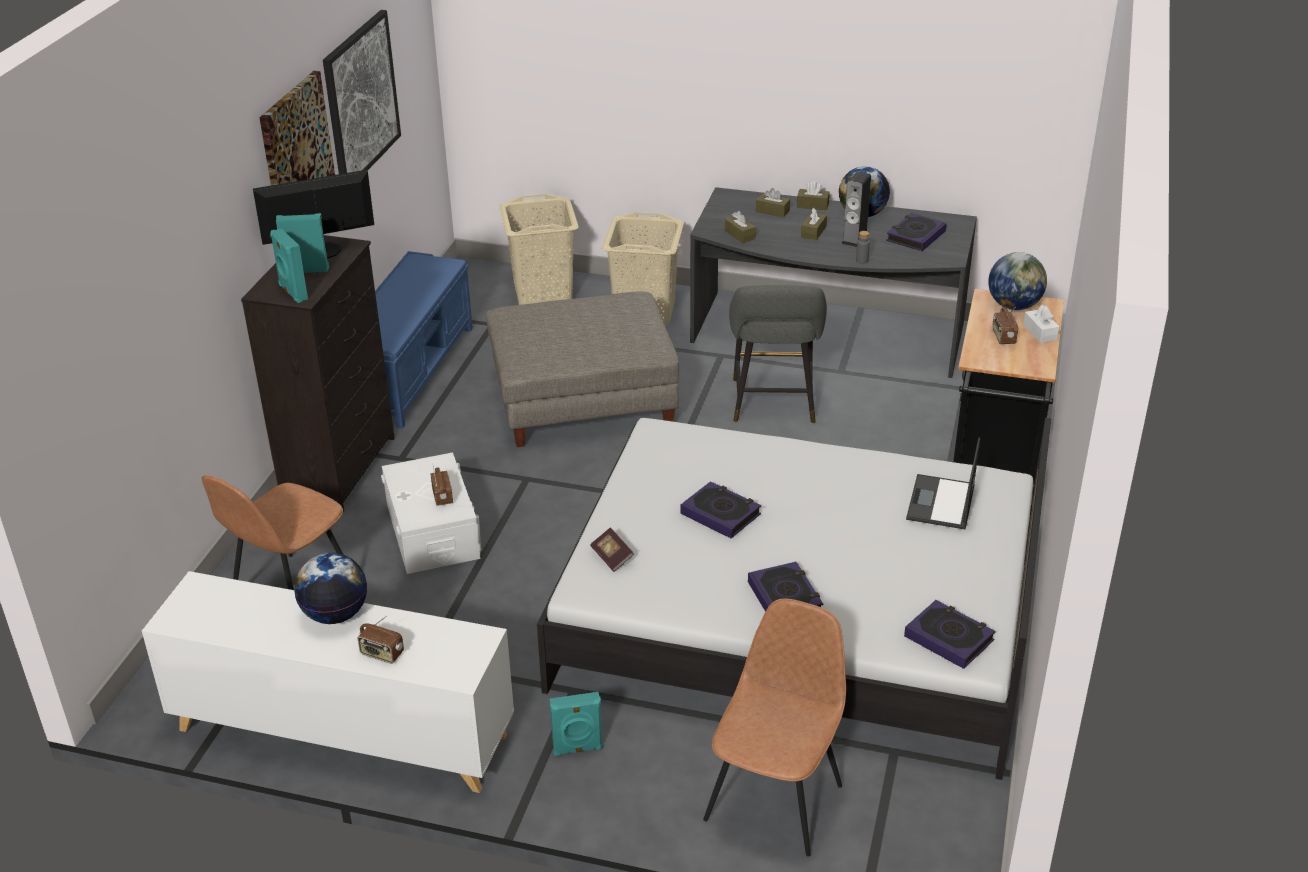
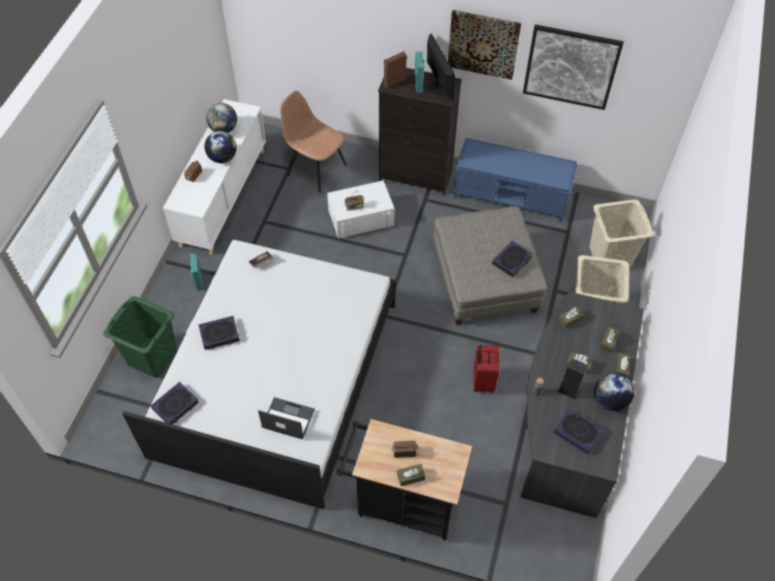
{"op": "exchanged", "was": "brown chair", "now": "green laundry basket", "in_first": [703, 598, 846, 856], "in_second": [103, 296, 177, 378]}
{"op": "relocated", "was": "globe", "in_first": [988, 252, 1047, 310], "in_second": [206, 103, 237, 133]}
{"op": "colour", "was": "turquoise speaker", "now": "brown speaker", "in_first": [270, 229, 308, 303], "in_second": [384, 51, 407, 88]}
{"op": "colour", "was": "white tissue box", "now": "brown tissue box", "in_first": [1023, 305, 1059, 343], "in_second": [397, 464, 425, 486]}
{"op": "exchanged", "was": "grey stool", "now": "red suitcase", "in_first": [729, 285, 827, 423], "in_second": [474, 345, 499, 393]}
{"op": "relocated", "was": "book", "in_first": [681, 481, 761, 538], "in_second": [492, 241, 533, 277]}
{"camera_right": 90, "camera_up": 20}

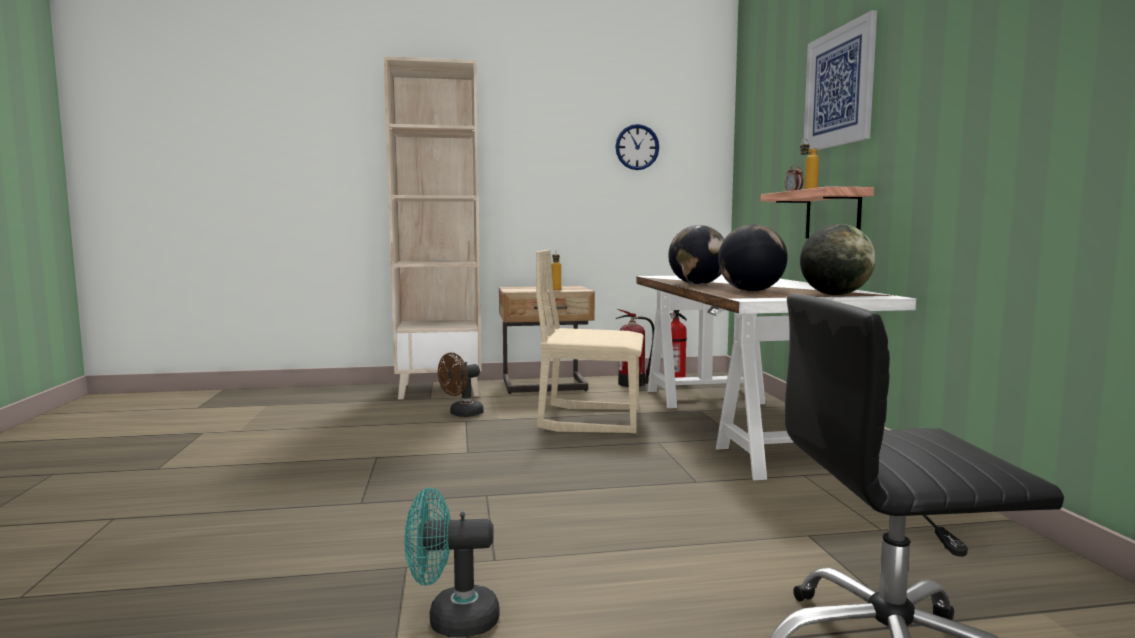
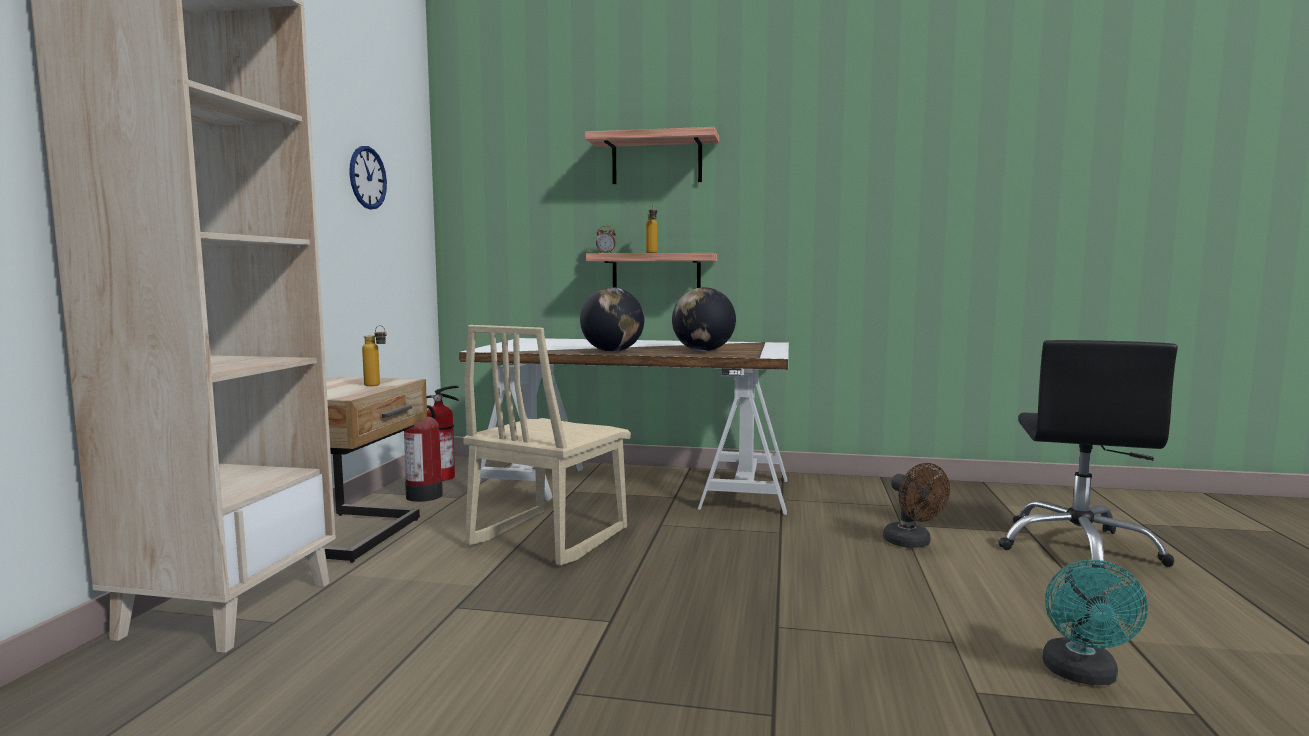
{"op": "exchanged", "was": "picture", "now": "shelf", "in_first": [803, 10, 877, 152], "in_second": [585, 127, 719, 184]}
{"op": "relocated", "was": "brown fan", "in_first": [438, 353, 484, 417], "in_second": [883, 463, 950, 548]}
{"op": "missing", "was": "globe", "in_first": [800, 224, 875, 295]}
{"camera_right": -70, "camera_up": 0}

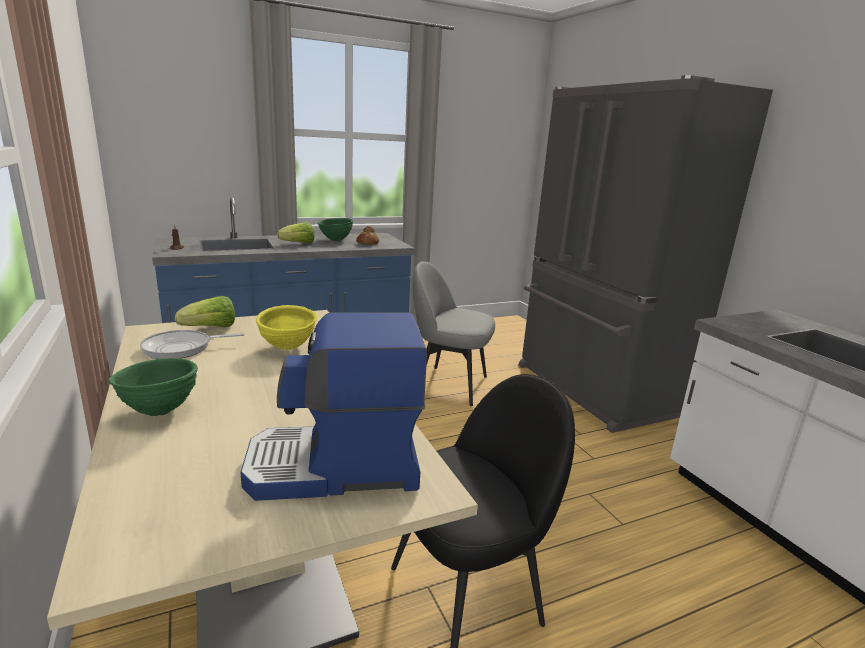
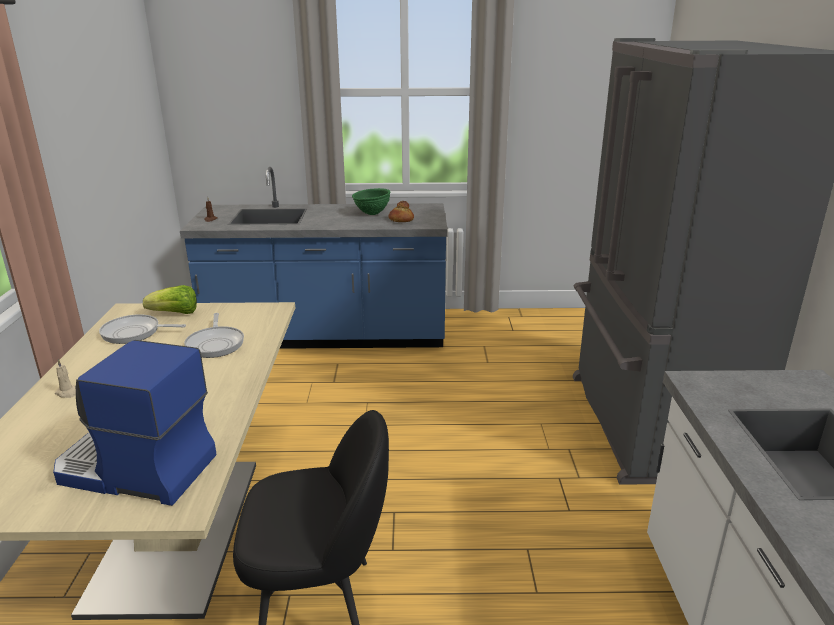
{"op": "exchanged", "was": "green bowl", "now": "beige candle", "in_first": [109, 358, 198, 416], "in_second": [55, 359, 76, 398]}
{"op": "exchanged", "was": "yellow bowl", "now": "frying pan", "in_first": [256, 305, 317, 350], "in_second": [184, 313, 244, 358]}
{"op": "missing", "was": "lettuce", "in_first": [277, 222, 315, 244]}
{"op": "missing", "was": "grey chair", "in_first": [413, 261, 495, 406]}
{"camera_right": 25, "camera_up": 5}

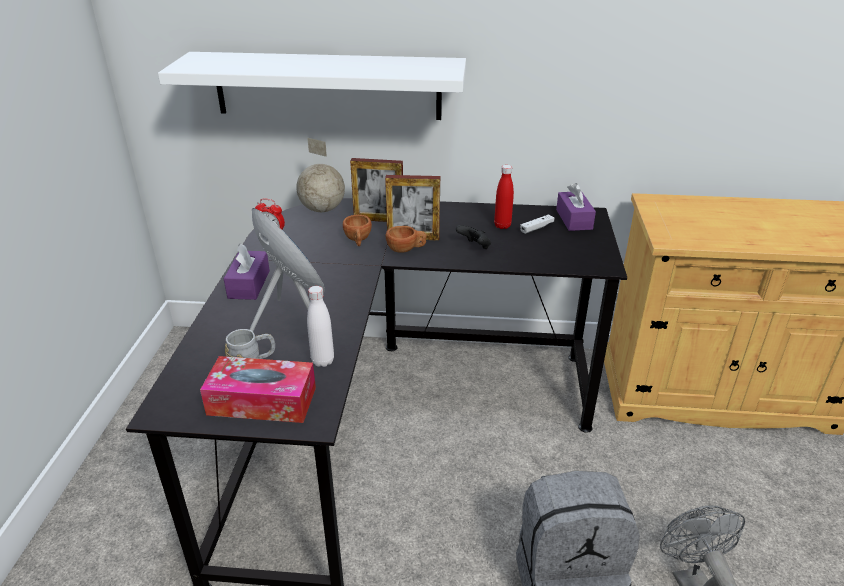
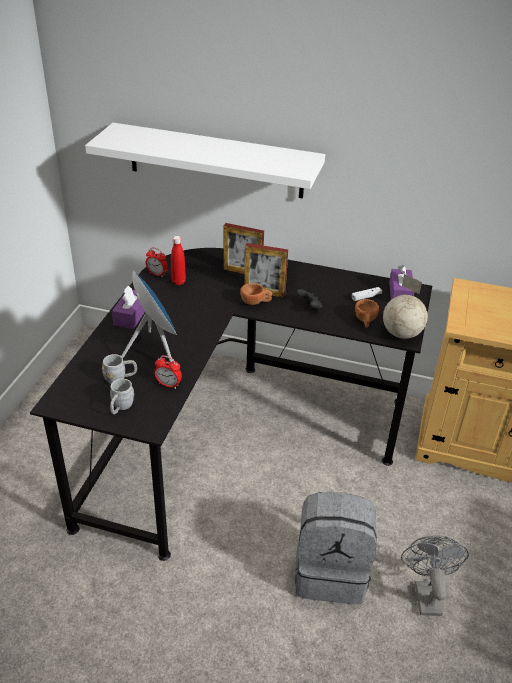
{"op": "exchanged", "was": "tissue box", "now": "grey mug", "in_first": [200, 356, 316, 423], "in_second": [110, 379, 134, 414]}
{"op": "exchanged", "was": "white bottle", "now": "alarm clock", "in_first": [307, 286, 334, 367], "in_second": [154, 355, 182, 389]}
{"op": "relocated", "was": "red bottle", "in_first": [494, 165, 514, 229], "in_second": [171, 236, 186, 286]}
{"op": "relocated", "was": "brown cup", "in_first": [343, 215, 372, 246], "in_second": [355, 299, 379, 328]}
{"op": "relocated", "was": "globe", "in_first": [296, 138, 345, 212], "in_second": [383, 274, 428, 339]}
{"camera_right": 10, "camera_up": 5}

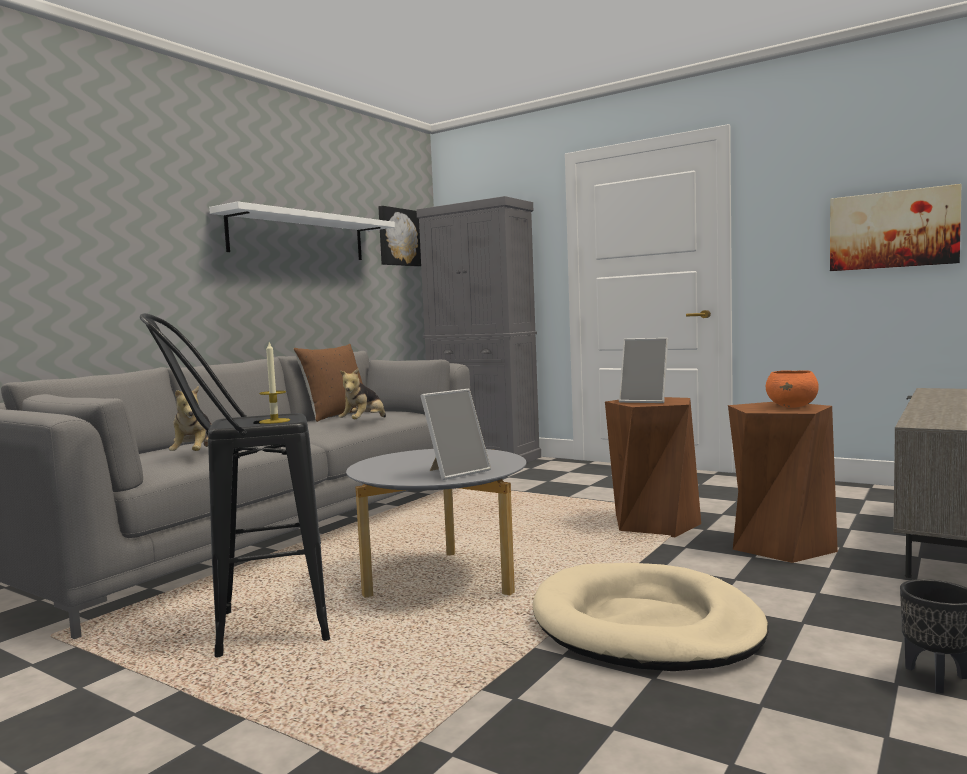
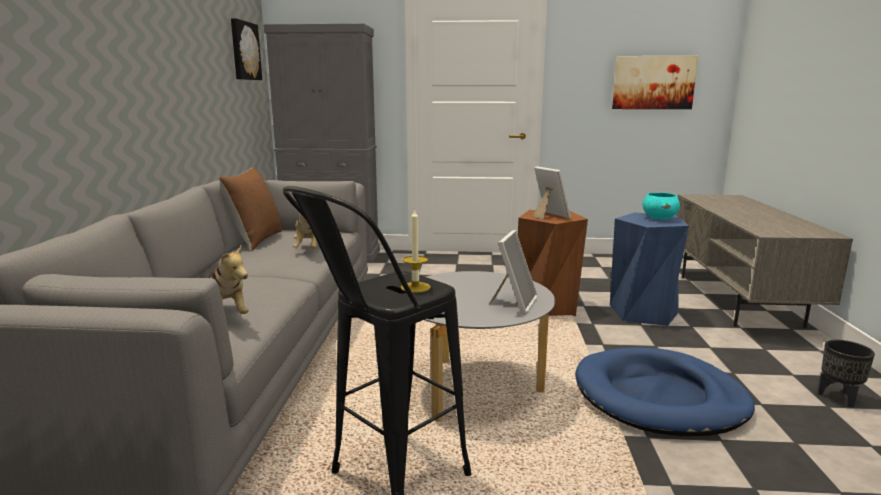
{"op": "spun", "was": "picture frame", "in_first": [619, 338, 668, 403], "in_second": [533, 166, 571, 219], "clockwise": -120}
{"op": "colour", "was": "beige dog bed", "now": "blue dog bed", "in_first": [533, 563, 768, 671], "in_second": [575, 347, 755, 436]}
{"op": "colour", "was": "brown stool", "now": "blue stool", "in_first": [728, 402, 838, 563], "in_second": [610, 212, 689, 326]}
{"op": "colour", "was": "orange bowl", "now": "turquoise bowl", "in_first": [766, 370, 819, 408], "in_second": [643, 192, 680, 220]}
{"op": "missing", "was": "white shelf", "in_first": [209, 202, 395, 260]}
{"camera_right": -30, "camera_up": 10}

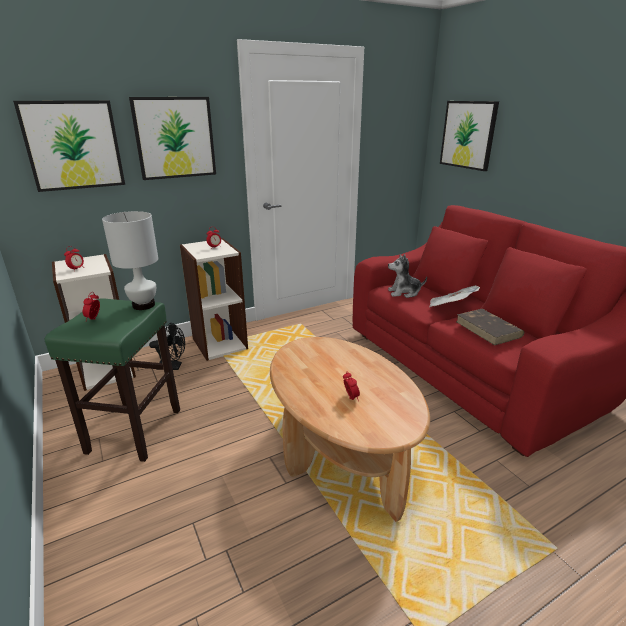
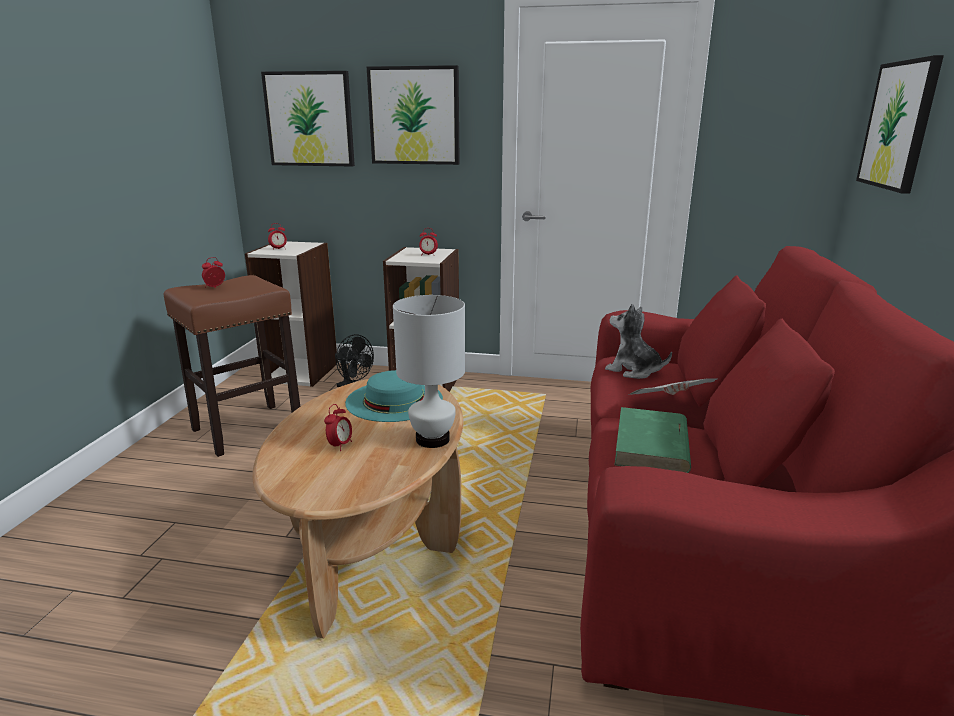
{"op": "colour", "was": "green stool", "now": "brown stool", "in_first": [45, 298, 180, 462], "in_second": [164, 275, 300, 457]}
{"op": "appeared", "now": "turquoise hat", "in_second": [345, 370, 443, 422]}
{"op": "relocated", "was": "white table lamp", "in_first": [102, 211, 158, 310], "in_second": [393, 295, 465, 448]}
{"op": "colour", "was": "brown book", "now": "green book", "in_first": [456, 309, 524, 345], "in_second": [614, 407, 691, 473]}
{"camera_right": 40, "camera_up": -5}

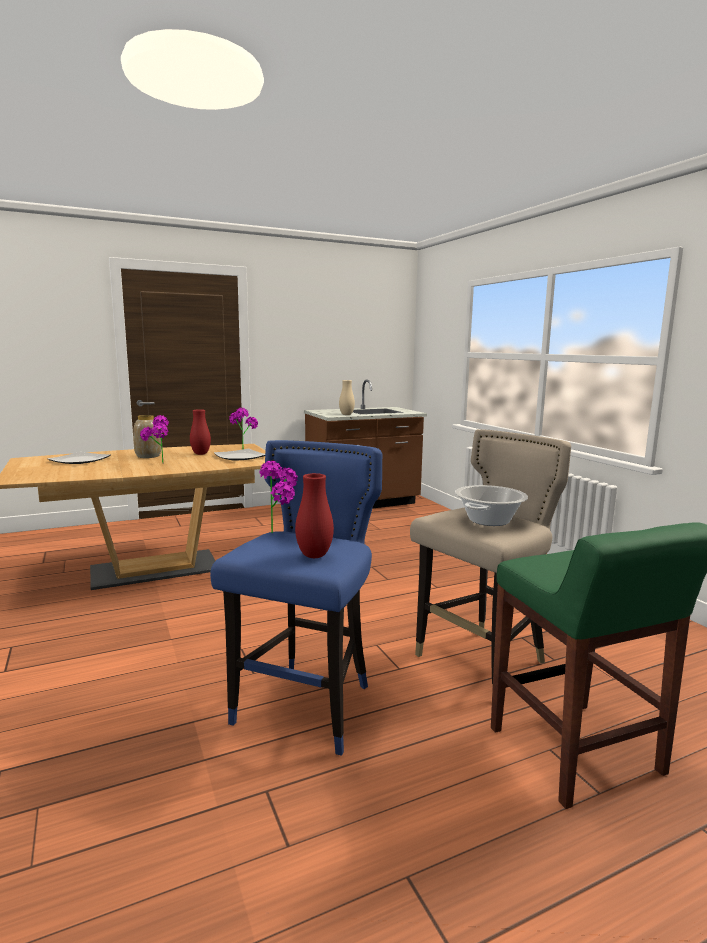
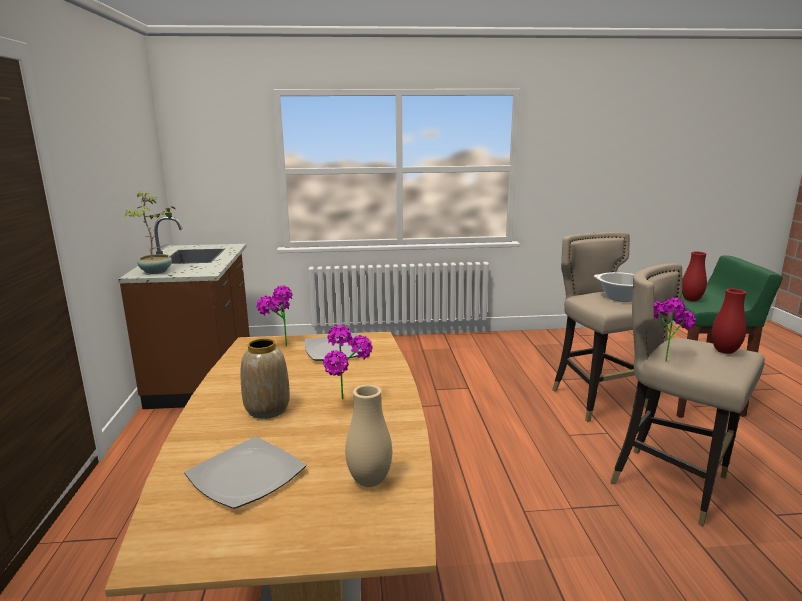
{"op": "appeared", "now": "potted plant", "in_second": [125, 191, 176, 274]}
{"op": "relocated", "was": "beige vase", "in_first": [339, 380, 355, 415], "in_second": [345, 385, 392, 487]}
{"op": "colour", "was": "blue stool", "now": "beige stool", "in_first": [210, 440, 382, 756], "in_second": [610, 263, 765, 526]}
{"op": "relocated", "was": "red vase", "in_first": [190, 409, 211, 455], "in_second": [682, 251, 707, 301]}
{"camera_right": -70, "camera_up": 5}

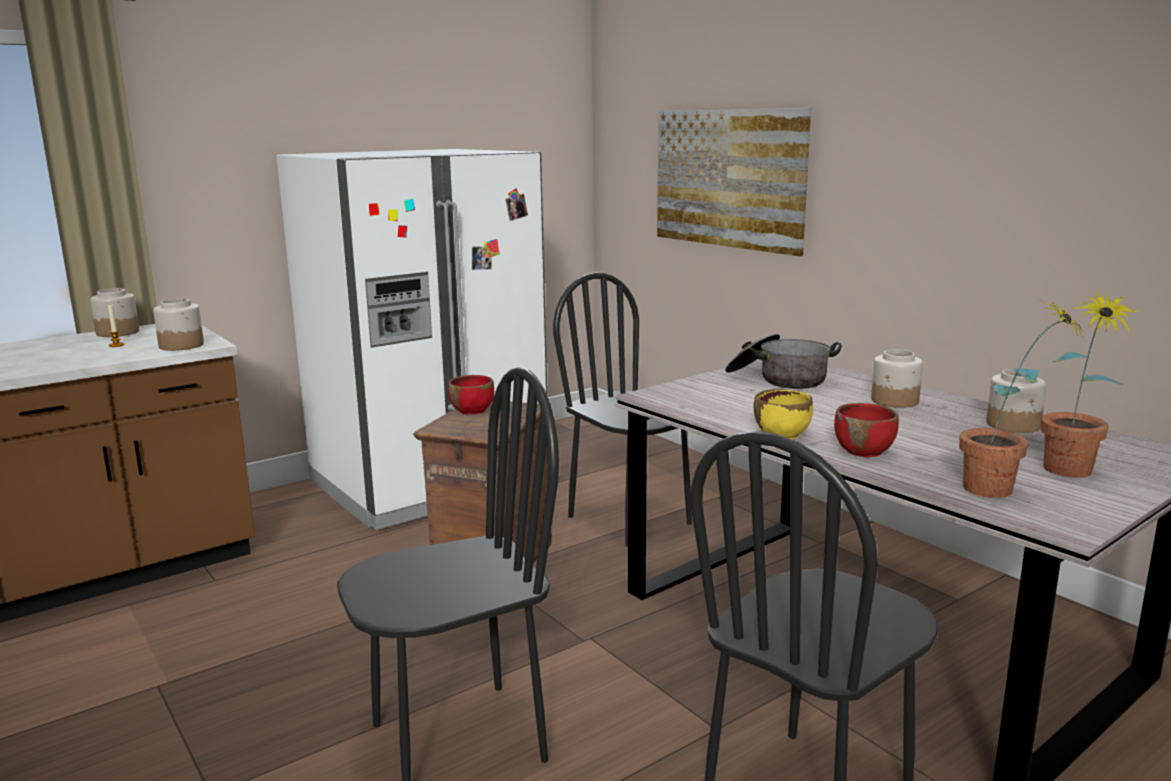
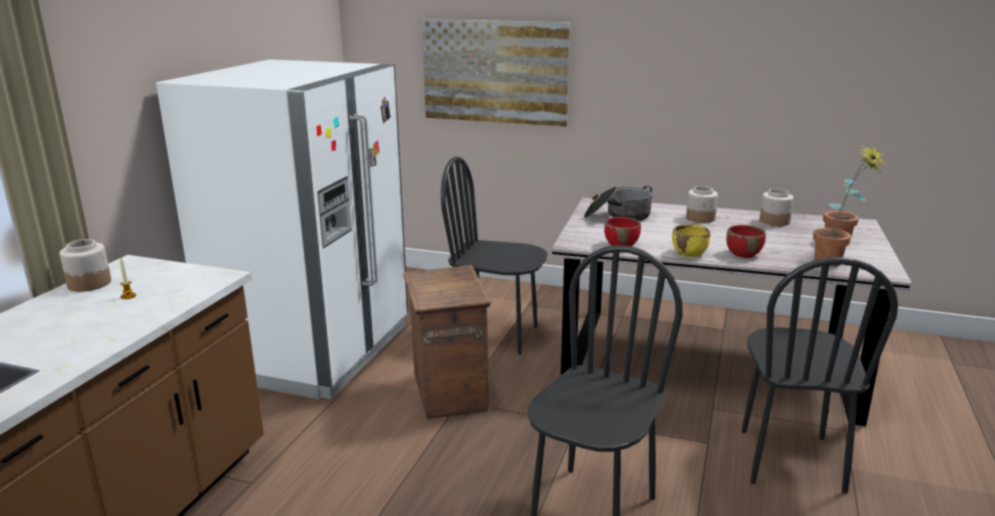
{"op": "relocated", "was": "red bowl", "in_first": [448, 375, 494, 415], "in_second": [604, 217, 641, 246]}
{"op": "missing", "was": "jar", "in_first": [153, 298, 204, 351]}
{"camera_right": -35, "camera_up": 5}

